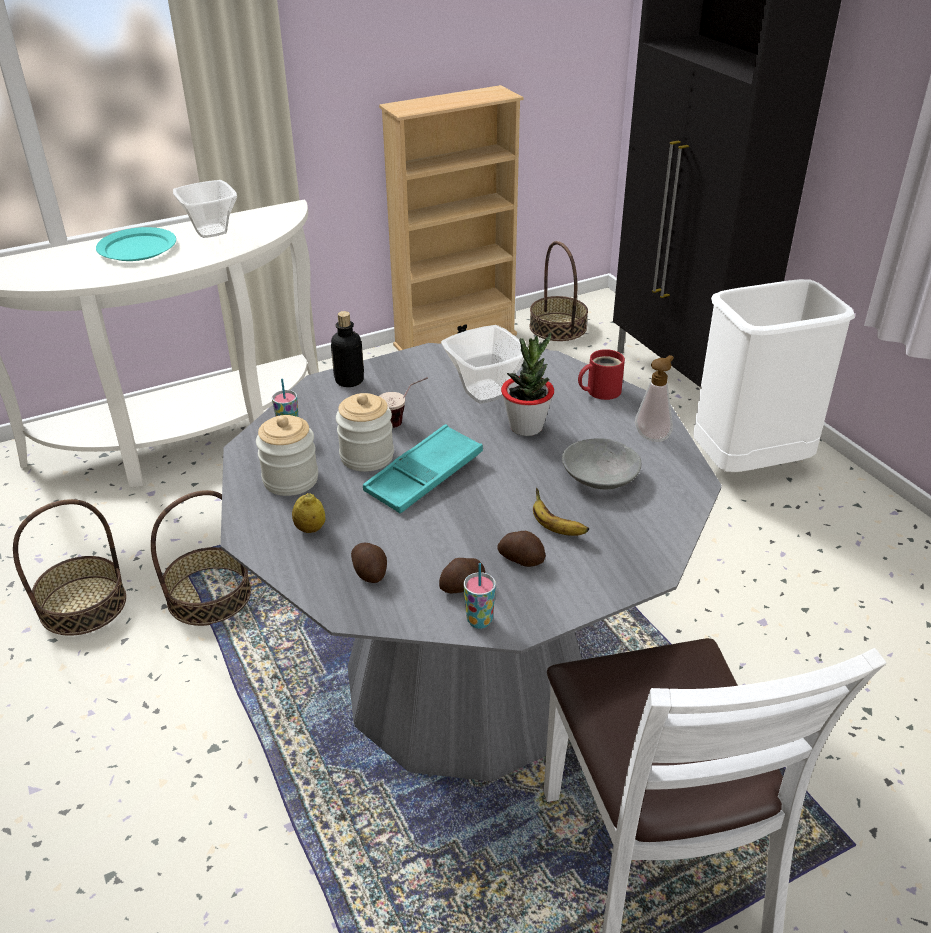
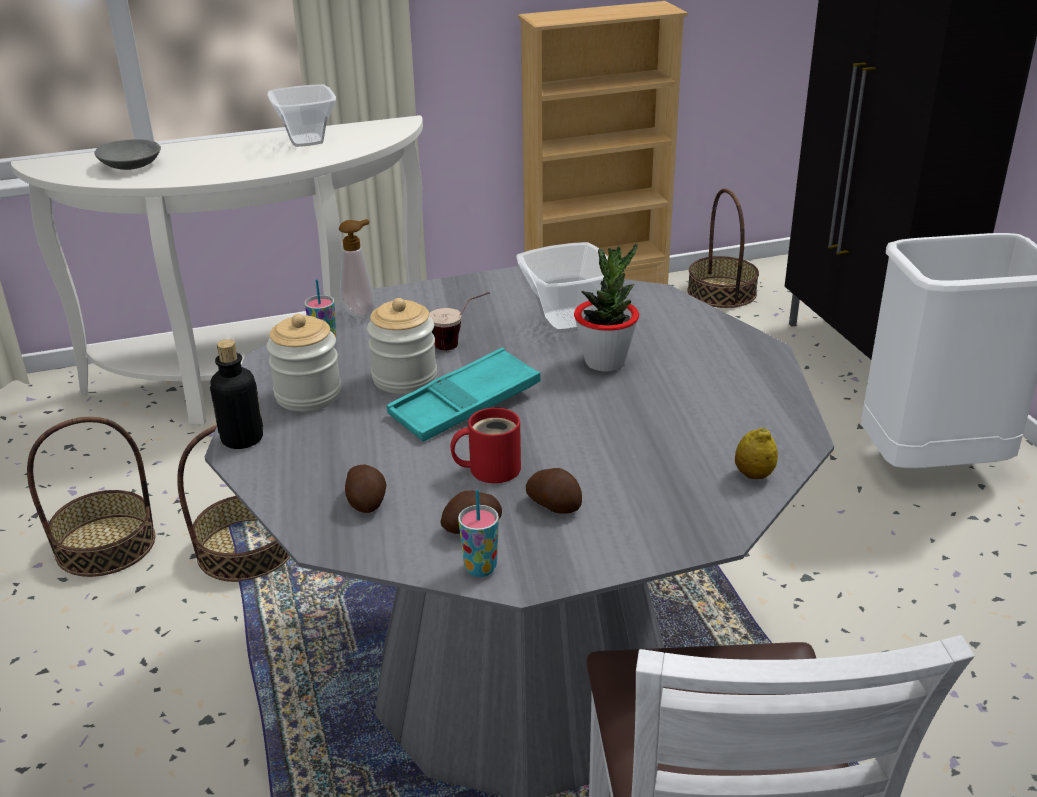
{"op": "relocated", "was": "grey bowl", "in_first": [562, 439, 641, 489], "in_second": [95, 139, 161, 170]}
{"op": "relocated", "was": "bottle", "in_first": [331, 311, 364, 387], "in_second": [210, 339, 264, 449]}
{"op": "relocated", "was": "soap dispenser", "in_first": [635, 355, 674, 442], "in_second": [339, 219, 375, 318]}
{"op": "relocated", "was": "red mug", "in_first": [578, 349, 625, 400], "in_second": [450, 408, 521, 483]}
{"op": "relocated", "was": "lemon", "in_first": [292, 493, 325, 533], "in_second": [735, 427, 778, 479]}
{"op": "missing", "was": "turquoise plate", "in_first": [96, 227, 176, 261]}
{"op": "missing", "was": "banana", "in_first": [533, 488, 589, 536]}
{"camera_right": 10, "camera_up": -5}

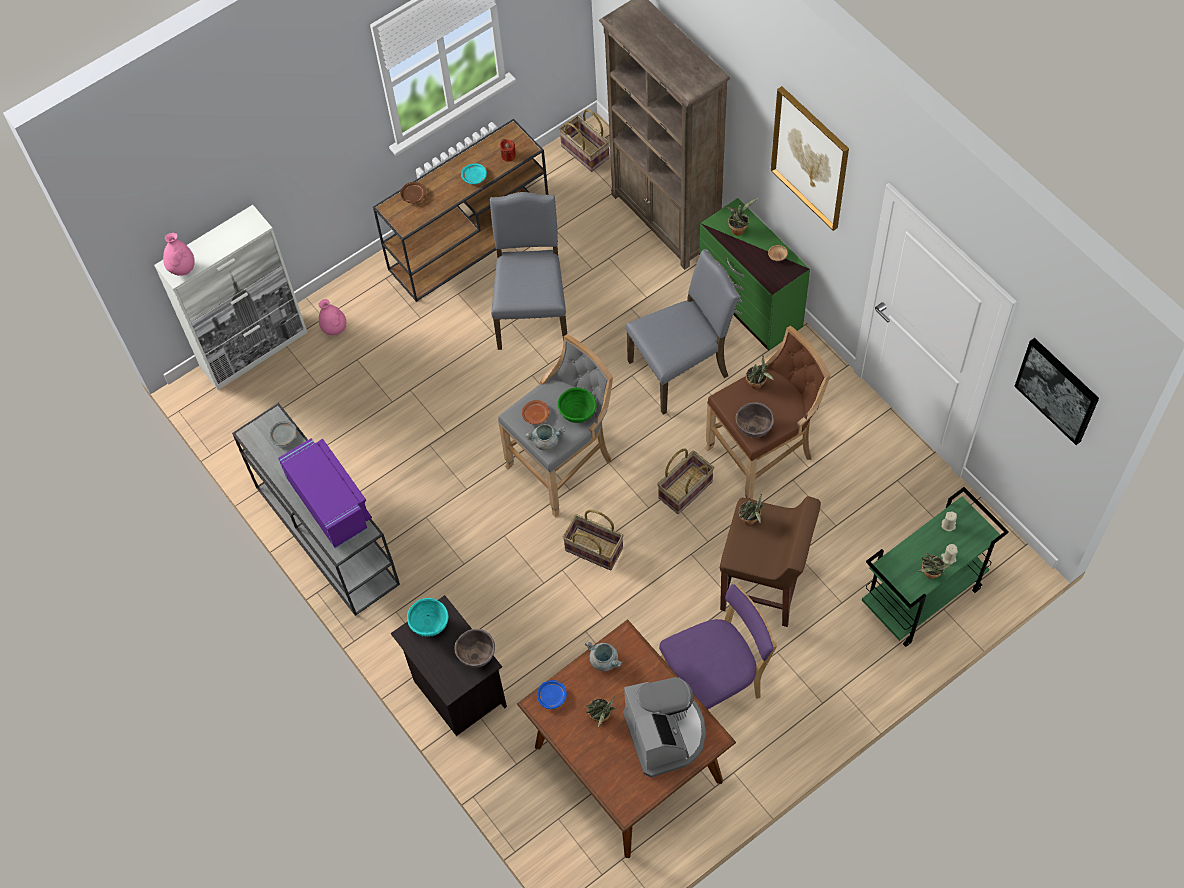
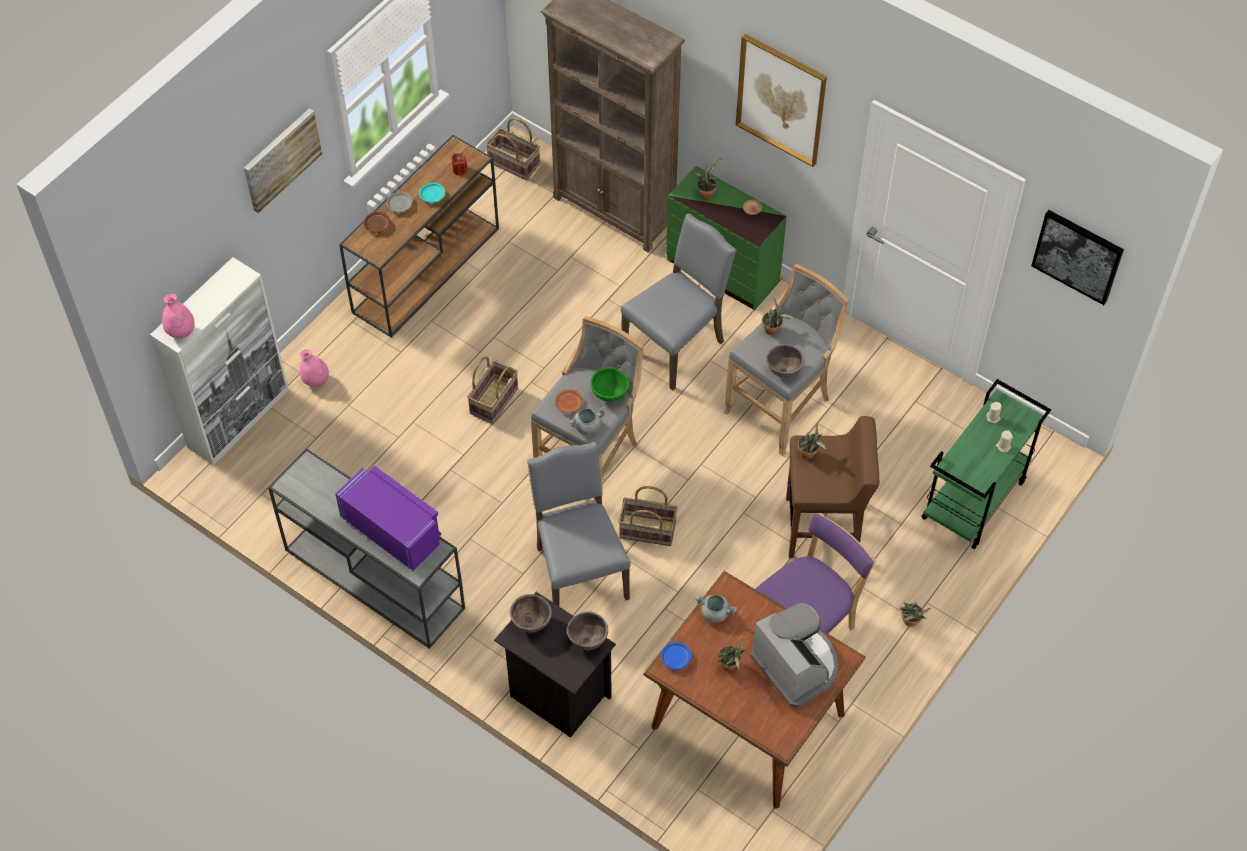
{"op": "appeared", "now": "picture", "in_second": [244, 108, 322, 213]}
{"op": "relocated", "was": "grey plate", "in_first": [269, 421, 297, 446], "in_second": [386, 192, 413, 213]}
{"op": "relocated", "was": "basket", "in_first": [657, 449, 714, 514], "in_second": [467, 356, 518, 424]}
{"op": "colour", "was": "turquoise bowl", "now": "brown bowl", "in_first": [407, 598, 449, 637], "in_second": [510, 594, 552, 633]}
{"op": "relocated", "was": "grey chair", "in_first": [490, 192, 567, 350], "in_second": [527, 442, 631, 606]}
{"op": "colour", "was": "brown stool", "now": "grey stool", "in_first": [705, 326, 831, 500], "in_second": [723, 264, 849, 456]}
{"op": "relocated", "was": "potted plant", "in_first": [918, 553, 952, 579], "in_second": [900, 602, 931, 627]}
{"camera_right": -20, "camera_up": -5}

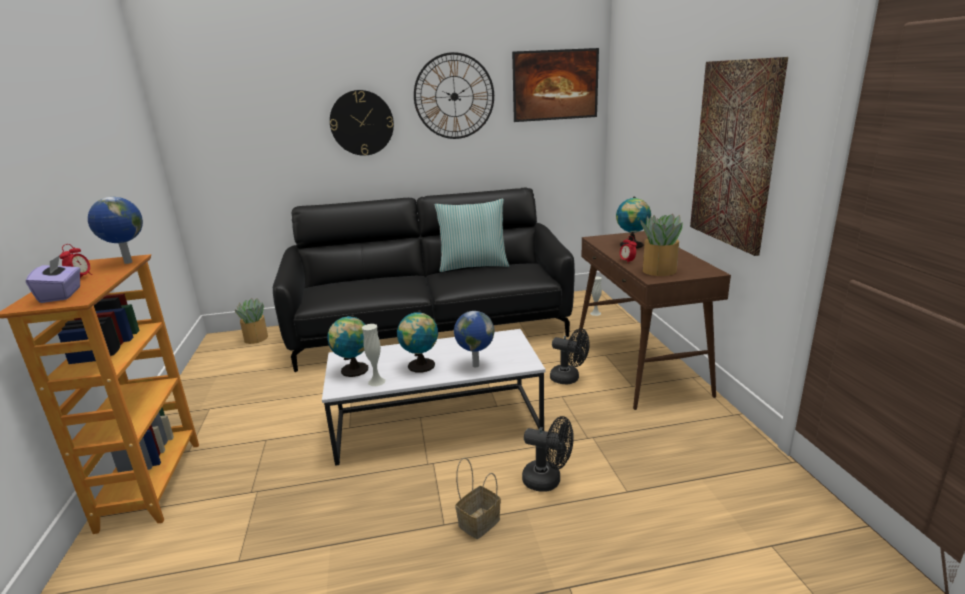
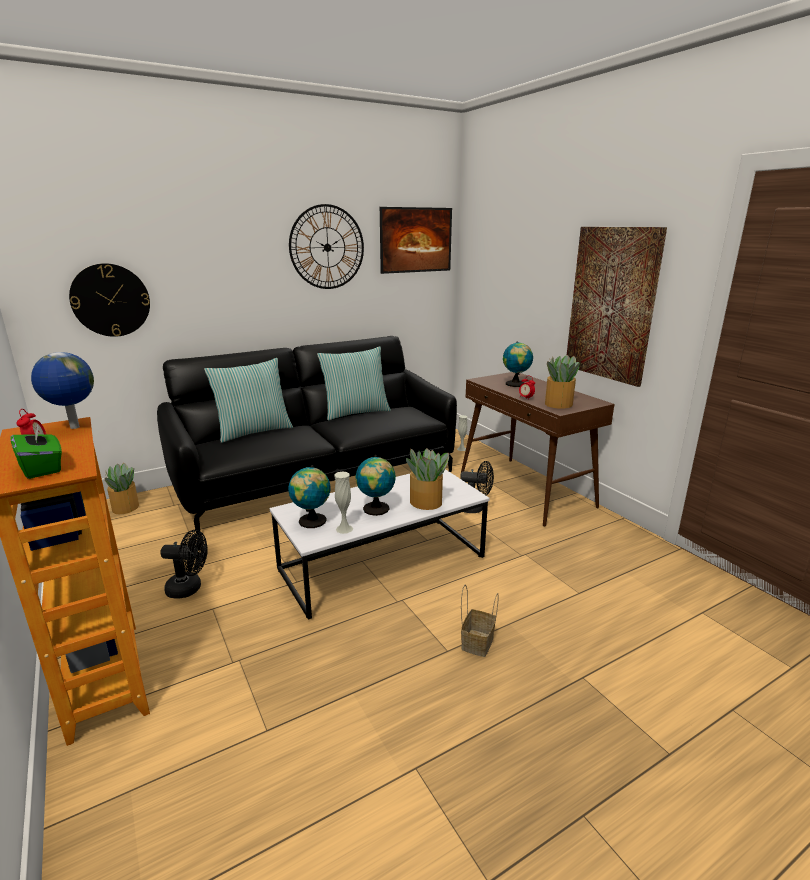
{"op": "colour", "was": "purple tissue box", "now": "green tissue box", "in_first": [26, 255, 80, 303], "in_second": [11, 424, 62, 479]}
{"op": "relocated", "was": "wall clock", "in_first": [330, 90, 394, 156], "in_second": [69, 263, 150, 337]}
{"op": "relocated", "was": "black fan", "in_first": [522, 416, 574, 492], "in_second": [160, 530, 208, 599]}
{"op": "appeared", "now": "pillow", "in_second": [204, 358, 293, 443]}
{"op": "exchanged", "was": "globe", "now": "potted plant", "in_first": [454, 311, 494, 367], "in_second": [406, 448, 449, 510]}
{"camera_right": -20, "camera_up": 0}

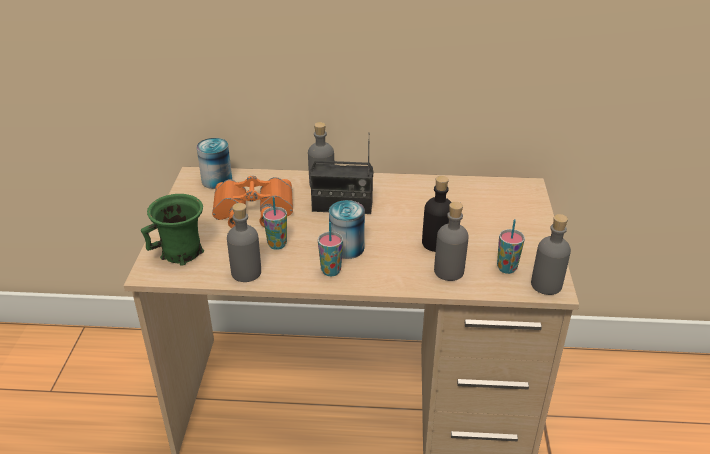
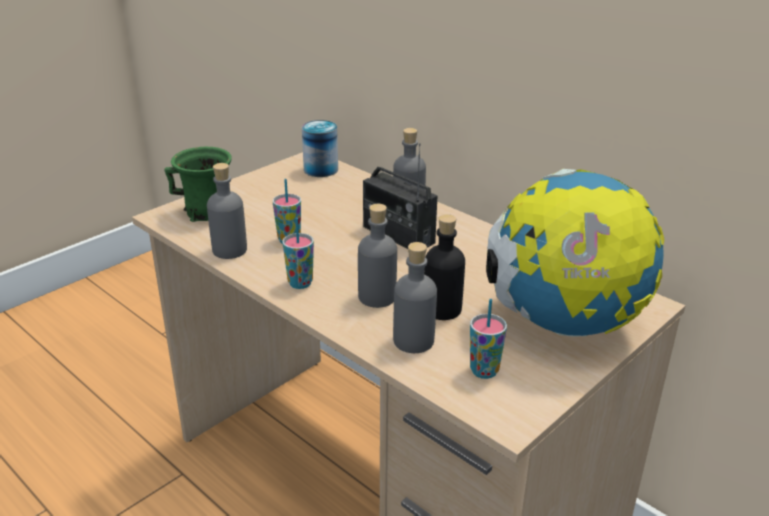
{"op": "relocated", "was": "grey bottle", "in_first": [531, 214, 571, 295], "in_second": [358, 204, 397, 308]}
{"op": "appeared", "now": "globe", "in_second": [486, 169, 664, 337]}
{"op": "missing", "was": "orange binoculars", "in_first": [212, 176, 293, 228]}
{"op": "missing", "was": "can", "in_first": [329, 200, 365, 259]}
{"camera_right": 40, "camera_up": -5}

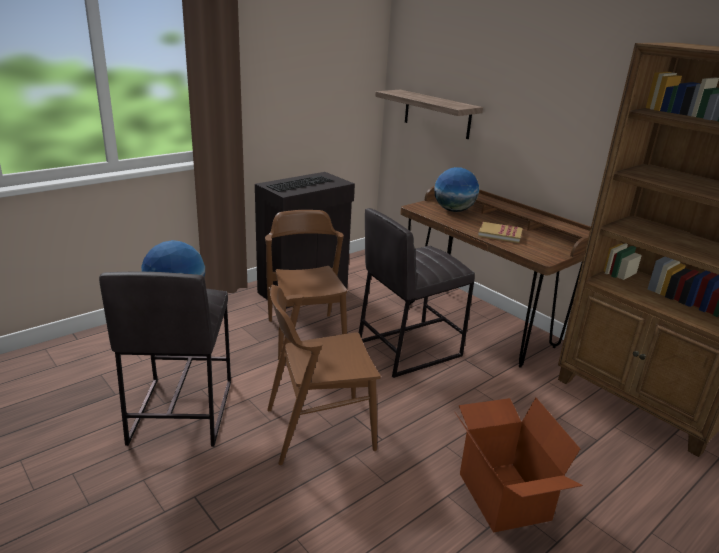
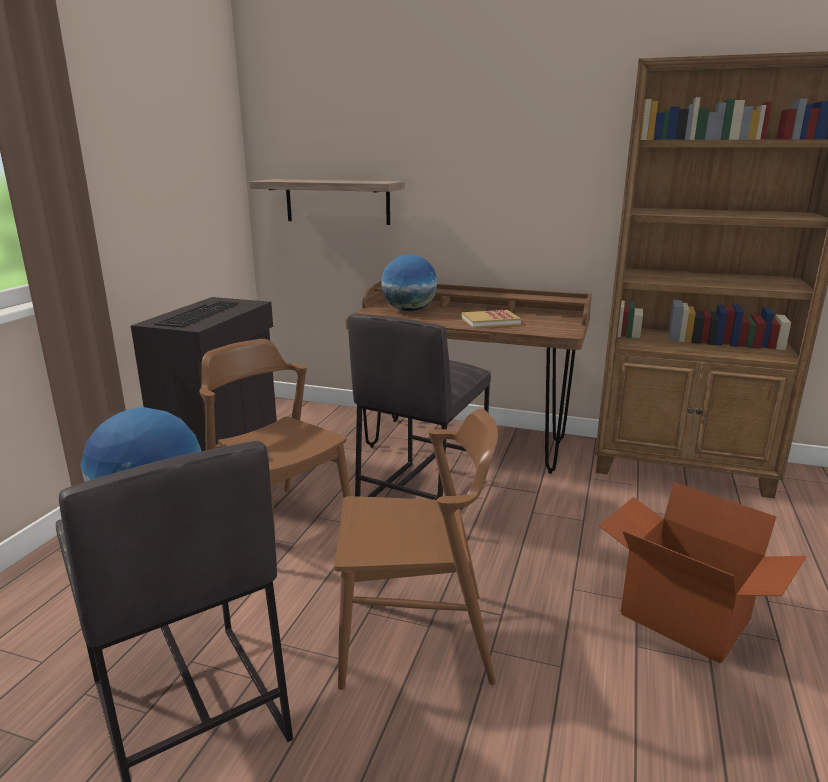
{"op": "spun", "was": "brown chair", "in_first": [267, 285, 381, 465], "in_second": [334, 408, 498, 690], "clockwise": -135}
{"camera_right": -30, "camera_up": -5}

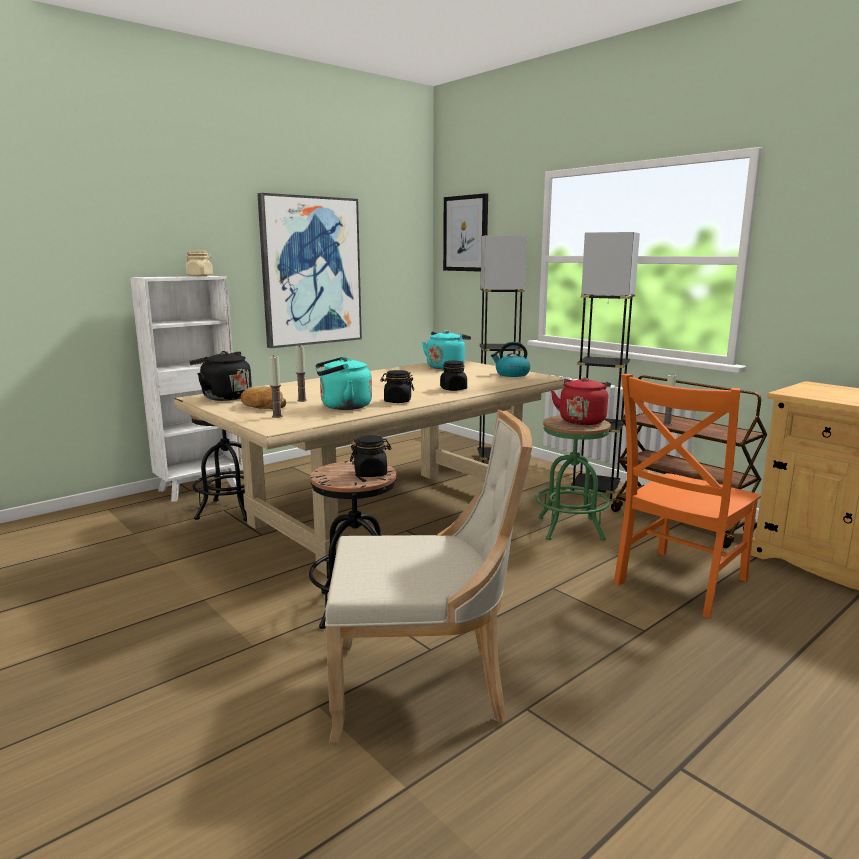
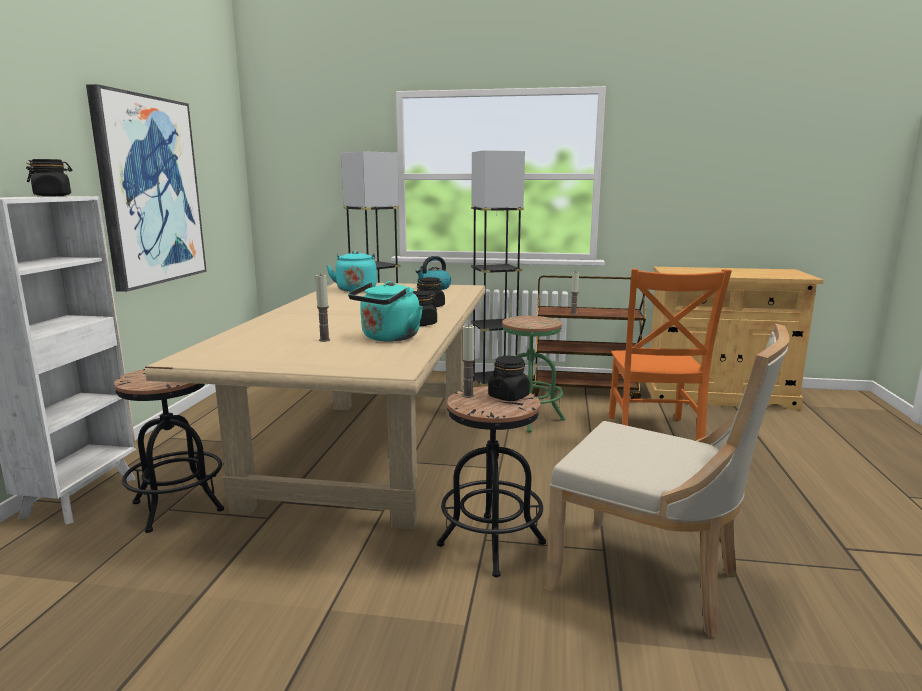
{"op": "colour", "was": "beige jar", "now": "black jar", "in_first": [186, 251, 213, 276], "in_second": [26, 159, 73, 196]}
{"op": "relocated", "was": "candle", "in_first": [269, 355, 282, 418], "in_second": [462, 324, 475, 398]}
{"op": "spun", "was": "beige chair", "in_first": [325, 410, 532, 742], "in_second": [544, 324, 789, 638], "clockwise": 75}
{"op": "missing", "was": "black kettle", "in_first": [189, 351, 252, 401]}
{"op": "missing", "was": "bread", "in_first": [240, 386, 286, 409]}
{"op": "missing", "was": "picture", "in_first": [443, 193, 488, 272]}
{"op": "missing", "was": "red kettle", "in_first": [551, 377, 611, 425]}
{"camera_right": -40, "camera_up": 0}

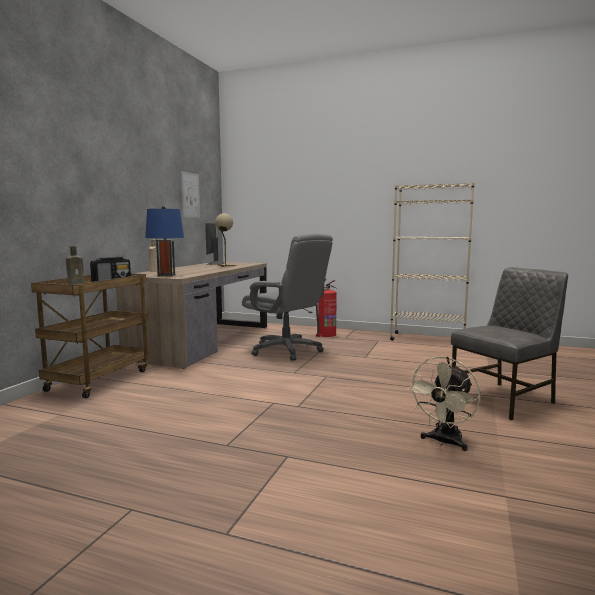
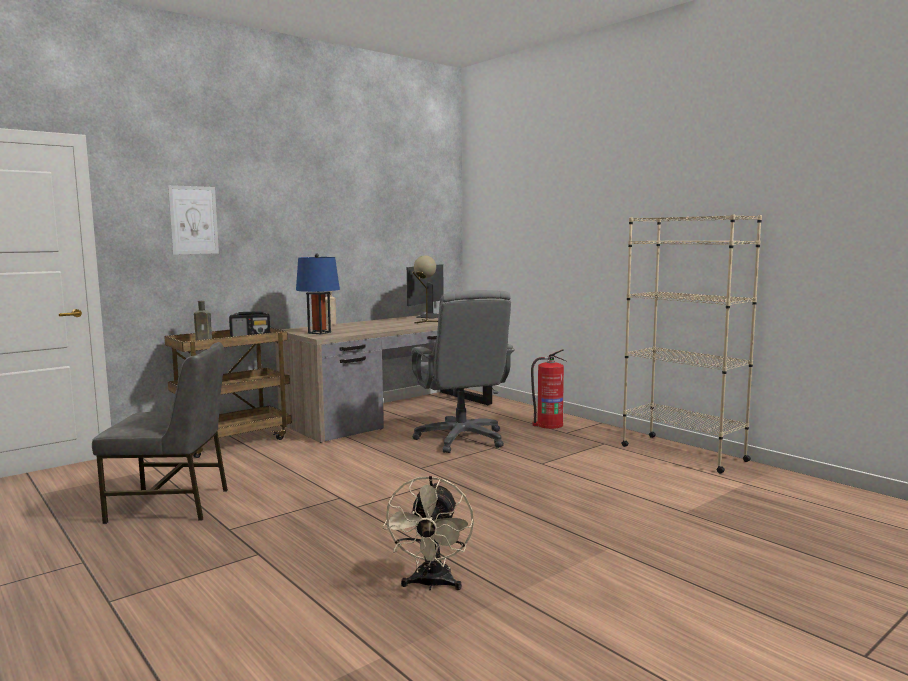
{"op": "relocated", "was": "grey chair", "in_first": [451, 267, 568, 420], "in_second": [92, 342, 228, 524]}
{"op": "relocated", "was": "picture", "in_first": [181, 171, 200, 218], "in_second": [168, 185, 219, 255]}
{"op": "spun", "was": "beige fan", "in_first": [407, 356, 480, 451], "in_second": [383, 476, 474, 590], "clockwise": -60}
{"camera_right": 30, "camera_up": 0}

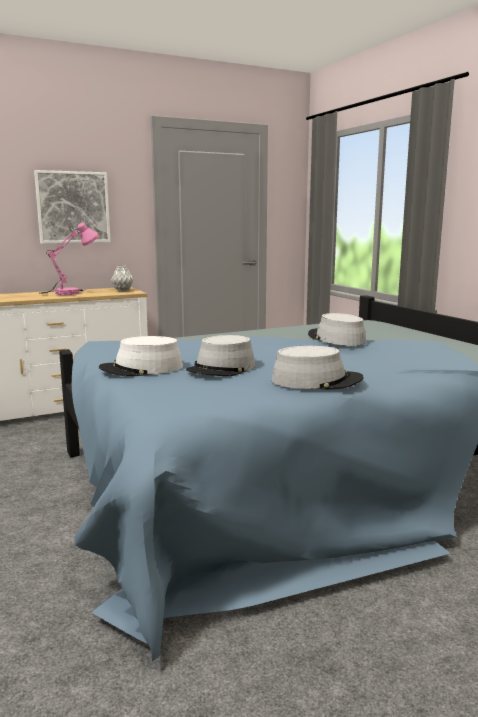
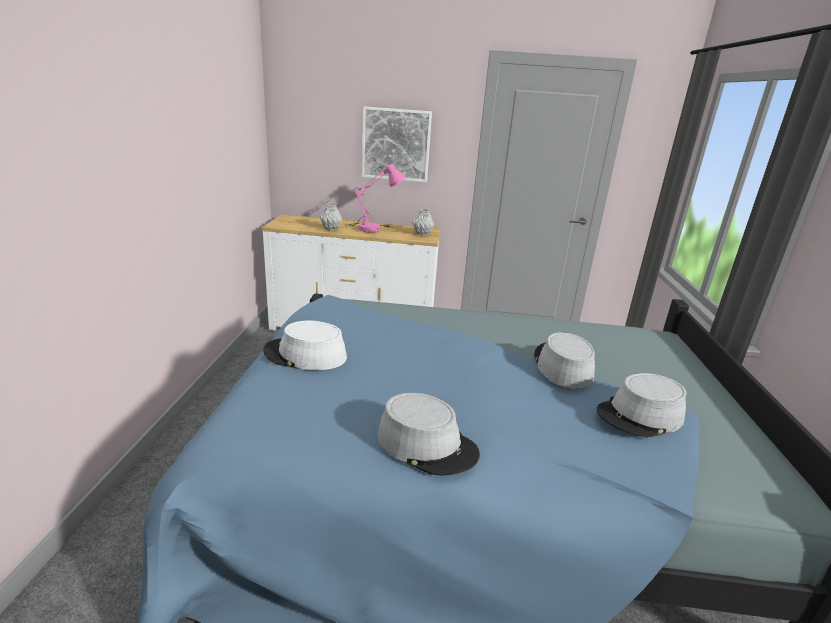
{"op": "appeared", "now": "grey vase", "in_second": [320, 204, 342, 231]}
{"op": "relocated", "was": "grey hat", "in_first": [186, 335, 255, 376], "in_second": [597, 373, 687, 438]}
{"camera_right": 30, "camera_up": 10}

